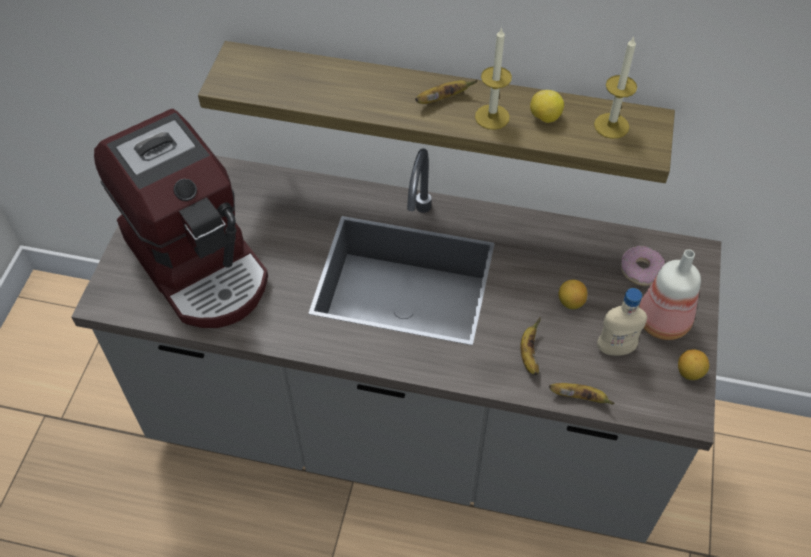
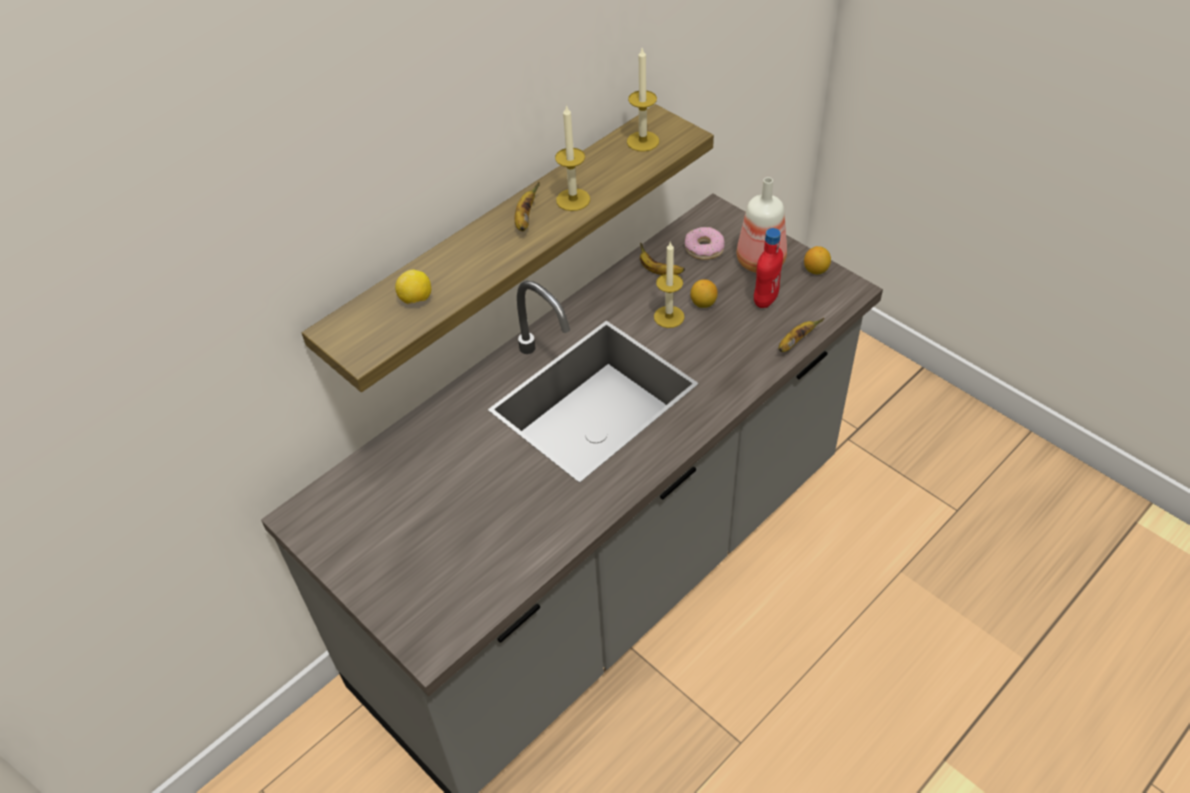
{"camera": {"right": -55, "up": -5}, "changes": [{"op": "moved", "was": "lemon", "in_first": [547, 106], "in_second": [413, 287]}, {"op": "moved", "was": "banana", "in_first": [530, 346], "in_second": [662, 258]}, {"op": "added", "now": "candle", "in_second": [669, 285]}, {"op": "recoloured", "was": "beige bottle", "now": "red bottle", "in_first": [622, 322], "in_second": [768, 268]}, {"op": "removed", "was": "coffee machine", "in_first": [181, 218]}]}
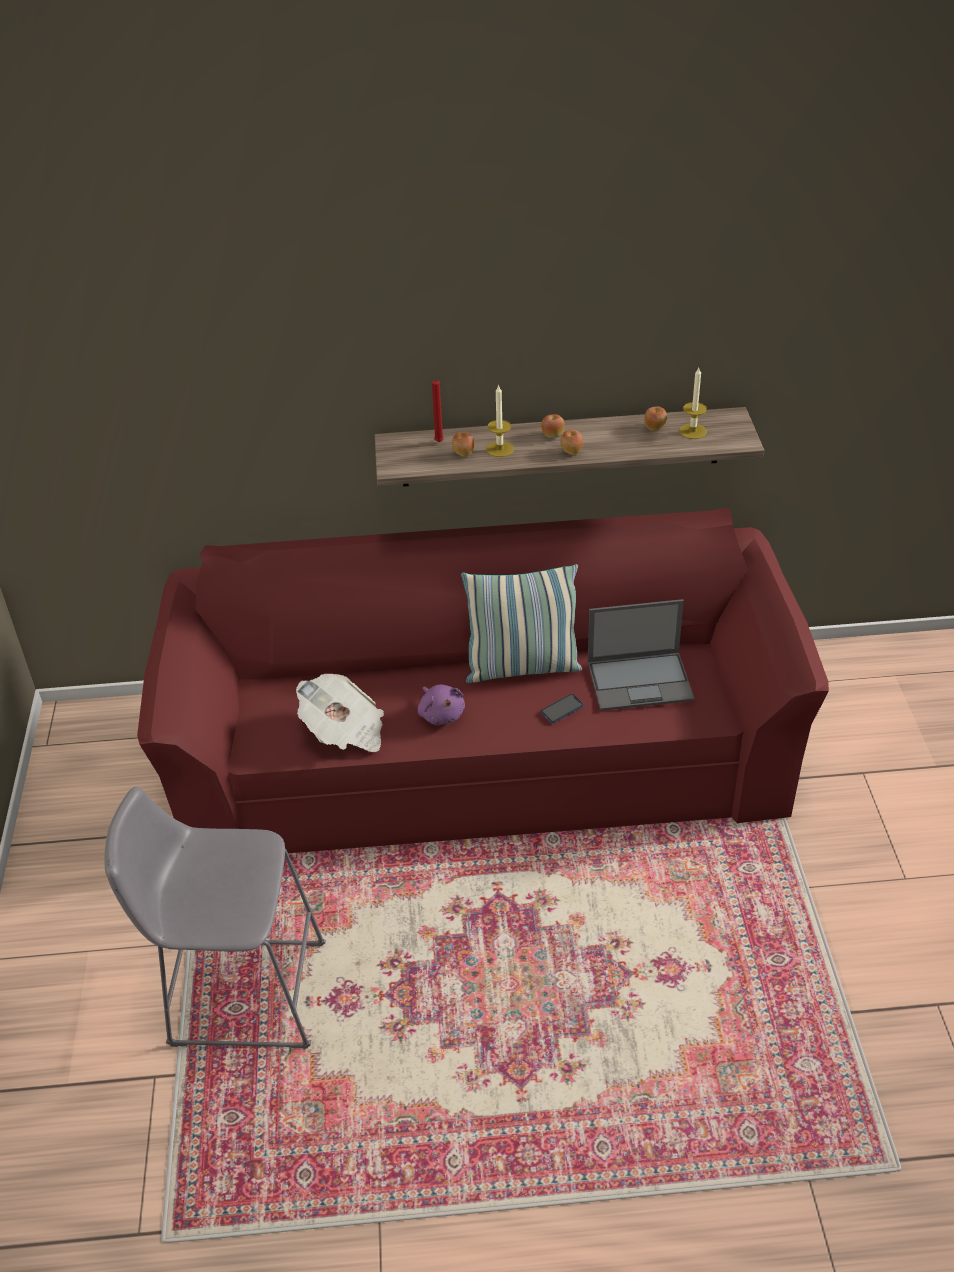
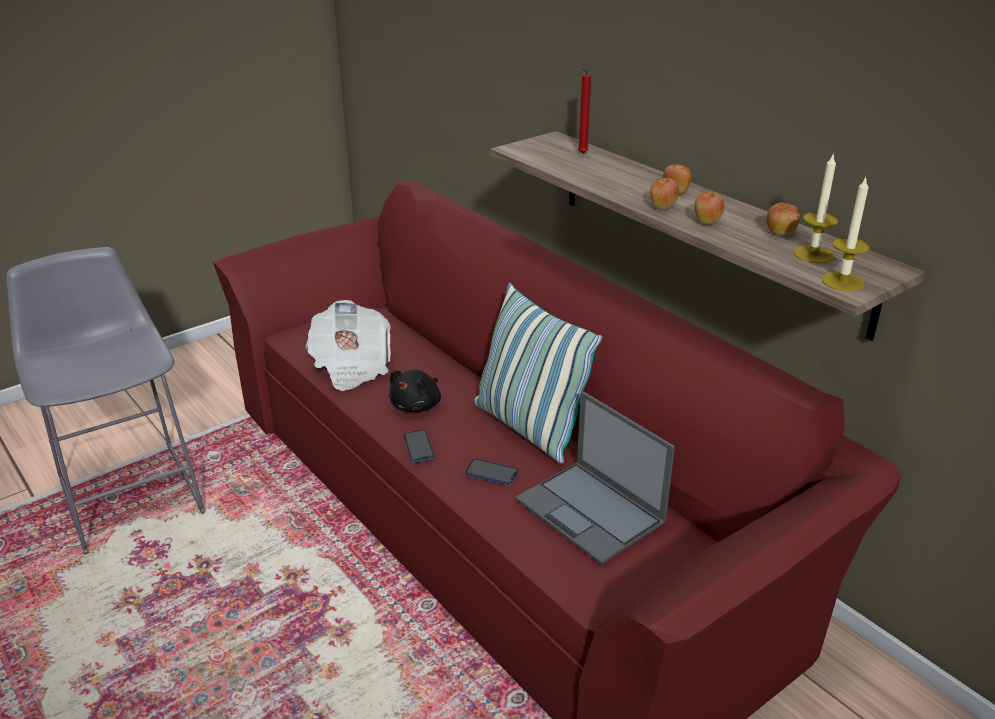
{"camera": {"right": 55, "up": -10}, "changes": [{"op": "recoloured", "was": "purple plush toy", "now": "black plush toy", "in_first": [441, 705], "in_second": [415, 391]}, {"op": "added", "now": "phone", "in_second": [419, 446]}, {"op": "moved", "was": "apple", "in_first": [463, 444], "in_second": [709, 208]}, {"op": "moved", "was": "candle", "in_first": [500, 420], "in_second": [846, 234]}]}
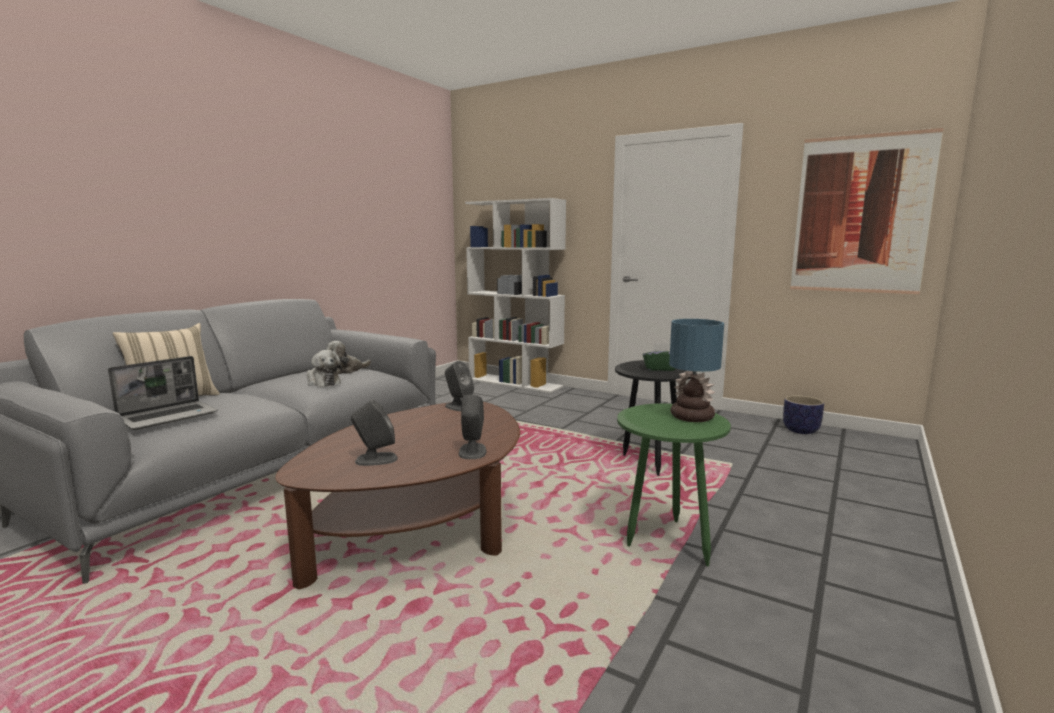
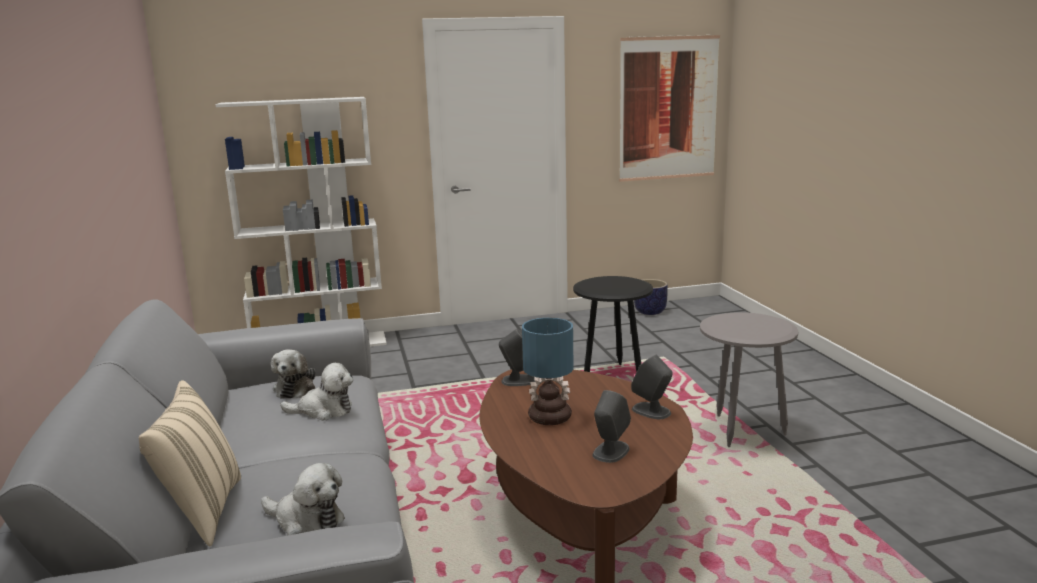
{"camera": {"right": -45, "up": 5}, "changes": [{"op": "replaced", "was": "laptop", "now": "plush toy", "in_first": [163, 393], "in_second": [303, 499]}, {"op": "moved", "was": "table lamp", "in_first": [696, 370], "in_second": [548, 371]}, {"op": "recoloured", "was": "green side table", "now": "grey side table", "in_first": [674, 484], "in_second": [749, 379]}, {"op": "removed", "was": "green tissue box", "in_first": [659, 357]}]}
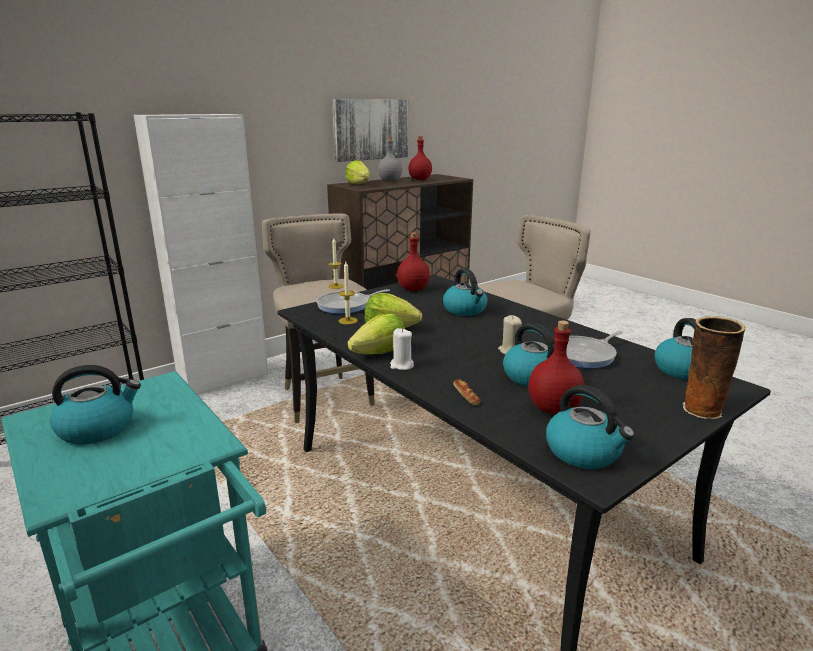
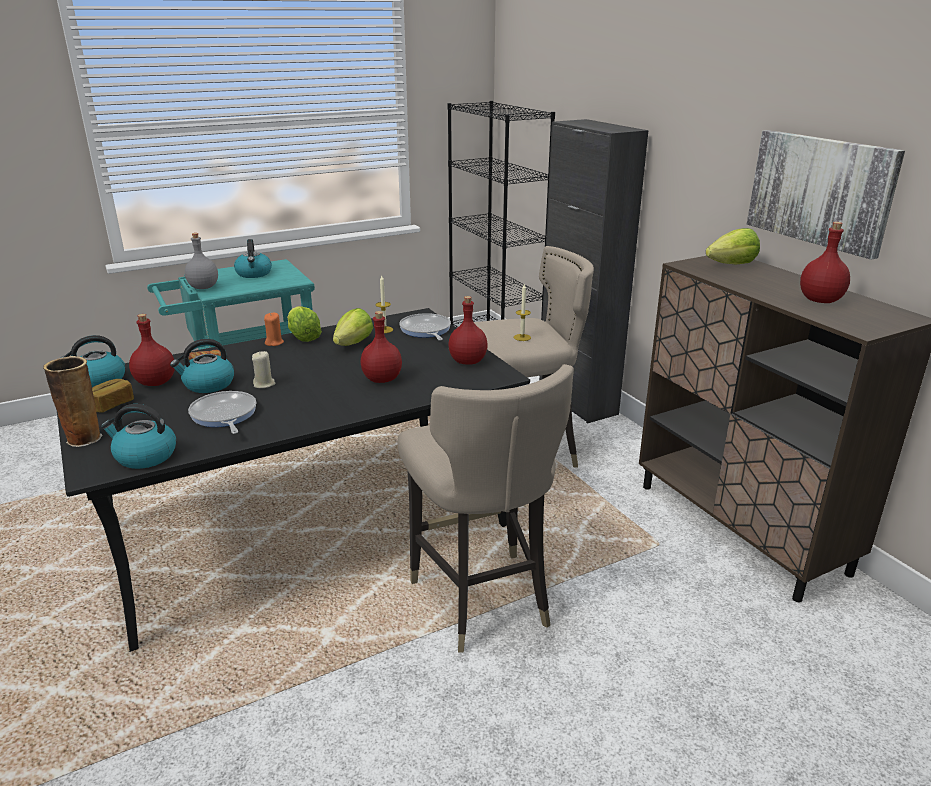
{"camera": {"right": 100, "up": 5}, "changes": [{"op": "added", "now": "bread", "in_second": [113, 396]}, {"op": "moved", "was": "grey bottle", "in_first": [390, 159], "in_second": [201, 261]}, {"op": "recoloured", "was": "white candle", "now": "orange candle", "in_first": [402, 349], "in_second": [274, 329]}, {"op": "replaced", "was": "kettle", "now": "red bottle", "in_first": [465, 292], "in_second": [381, 347]}, {"op": "recoloured", "was": "white cabinet", "now": "black cabinet", "in_first": [201, 254], "in_second": [593, 271]}]}
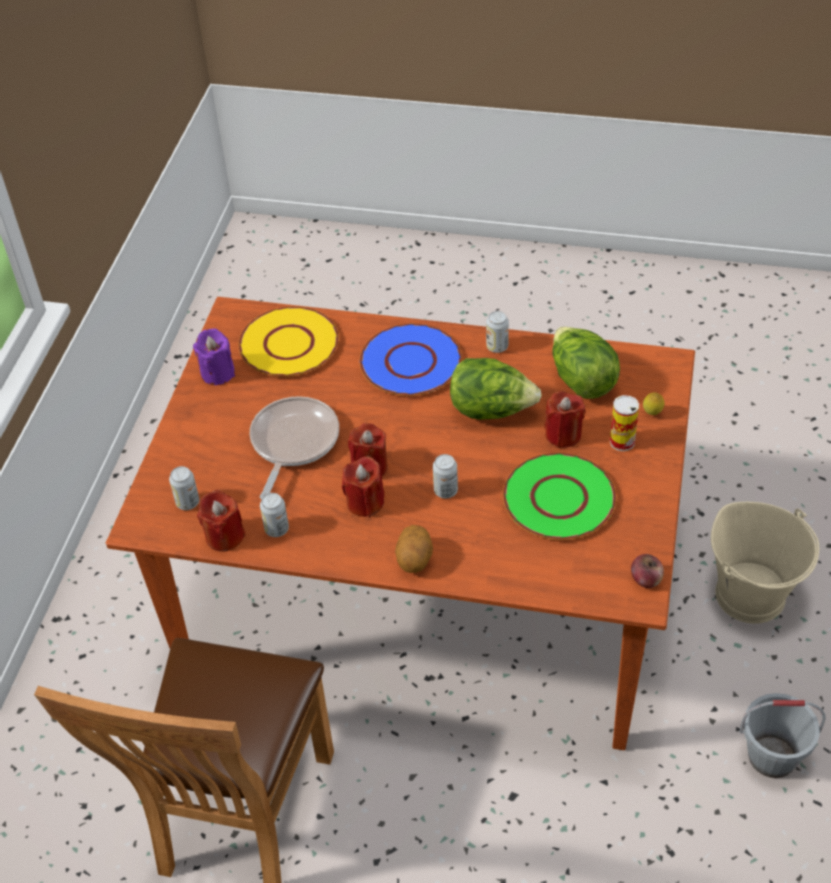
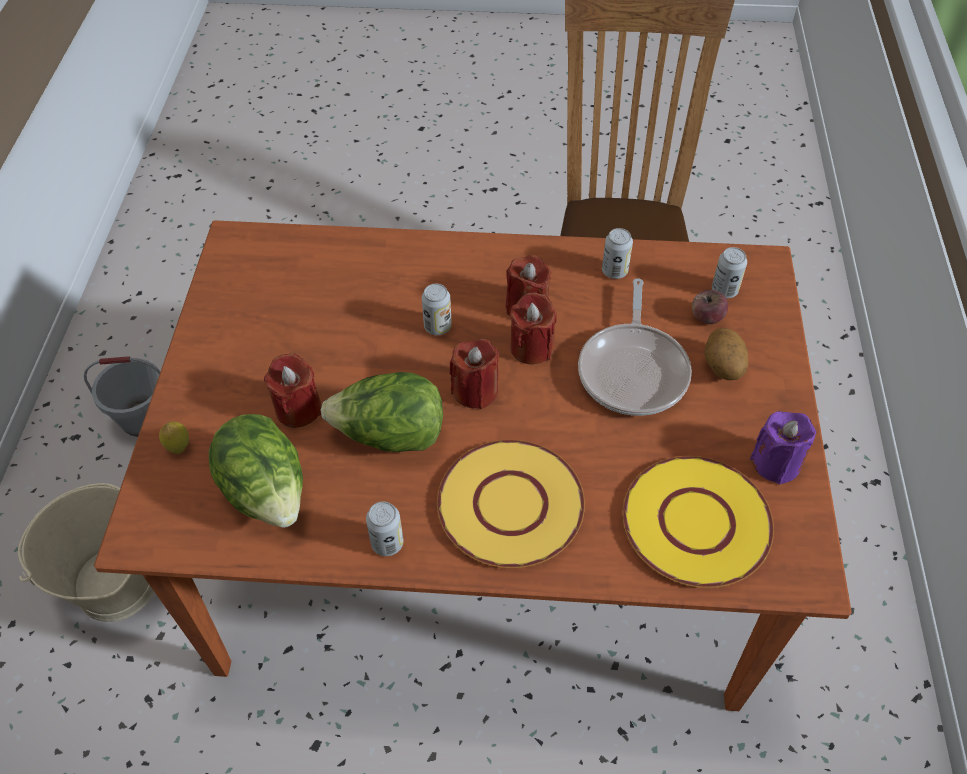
{"camera": {"right": 170, "up": 5}, "changes": [{"op": "recoloured", "was": "blue plate", "now": "yellow plate", "in_first": [411, 360], "in_second": [511, 504]}, {"op": "moved", "was": "red candle", "in_first": [221, 521], "in_second": [474, 374]}, {"op": "moved", "was": "apple", "in_first": [647, 571], "in_second": [710, 307]}, {"op": "moved", "was": "potato", "in_first": [414, 549], "in_second": [726, 354]}, {"op": "removed", "was": "green plate", "in_first": [559, 496]}, {"op": "removed", "was": "can", "in_first": [624, 423]}]}
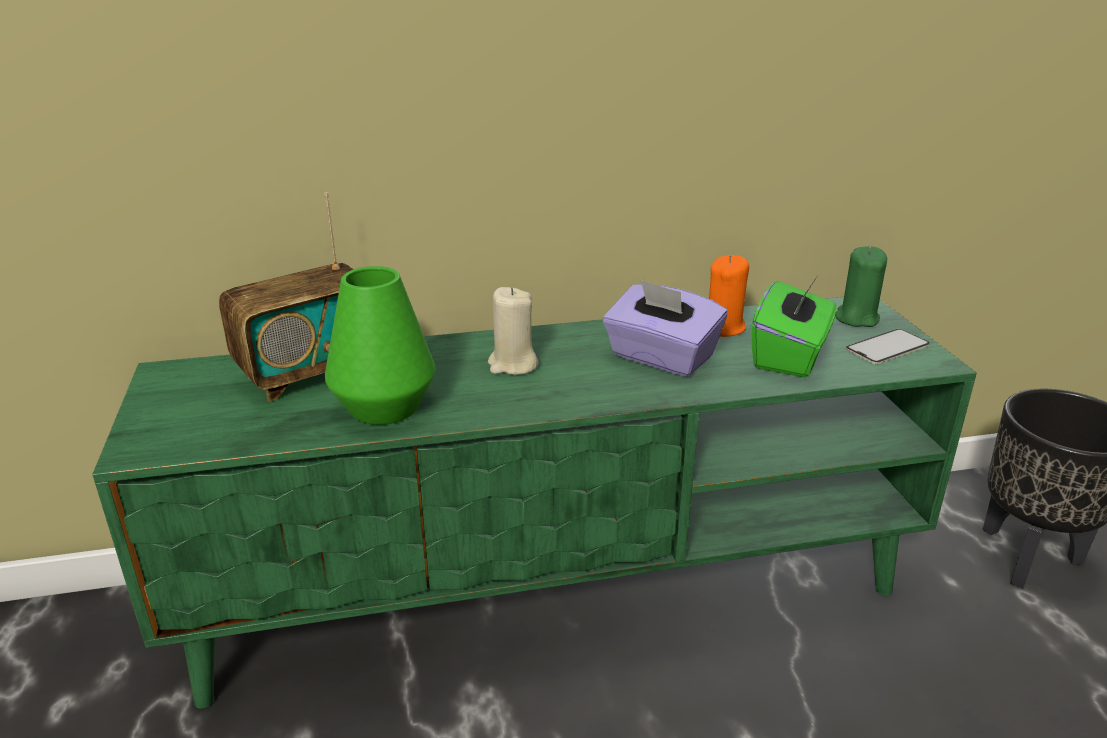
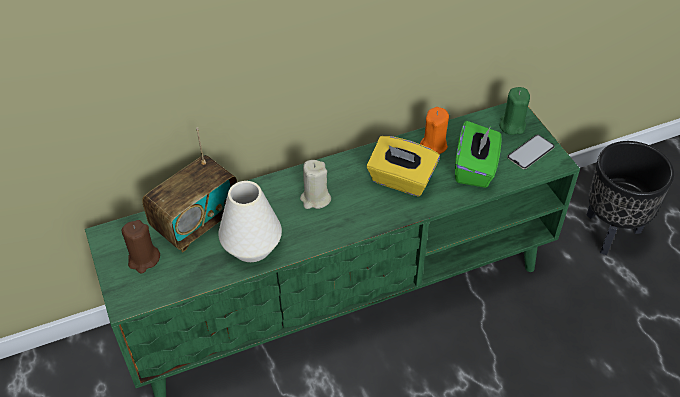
{"camera": {"right": -10, "up": 20}, "changes": [{"op": "added", "now": "brown candle", "in_second": [140, 247]}, {"op": "recoloured", "was": "green vase", "now": "white vase", "in_first": [380, 345], "in_second": [250, 221]}, {"op": "recoloured", "was": "purple tissue box", "now": "yellow tissue box", "in_first": [665, 328], "in_second": [403, 166]}]}
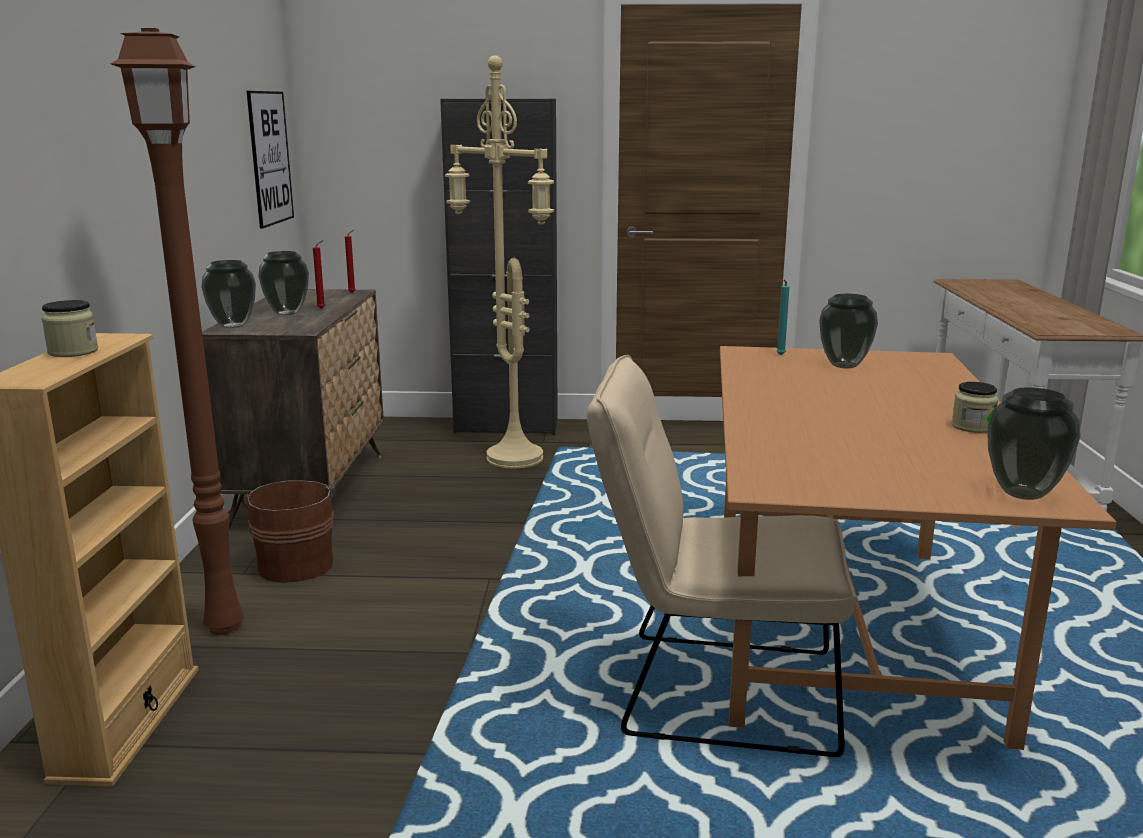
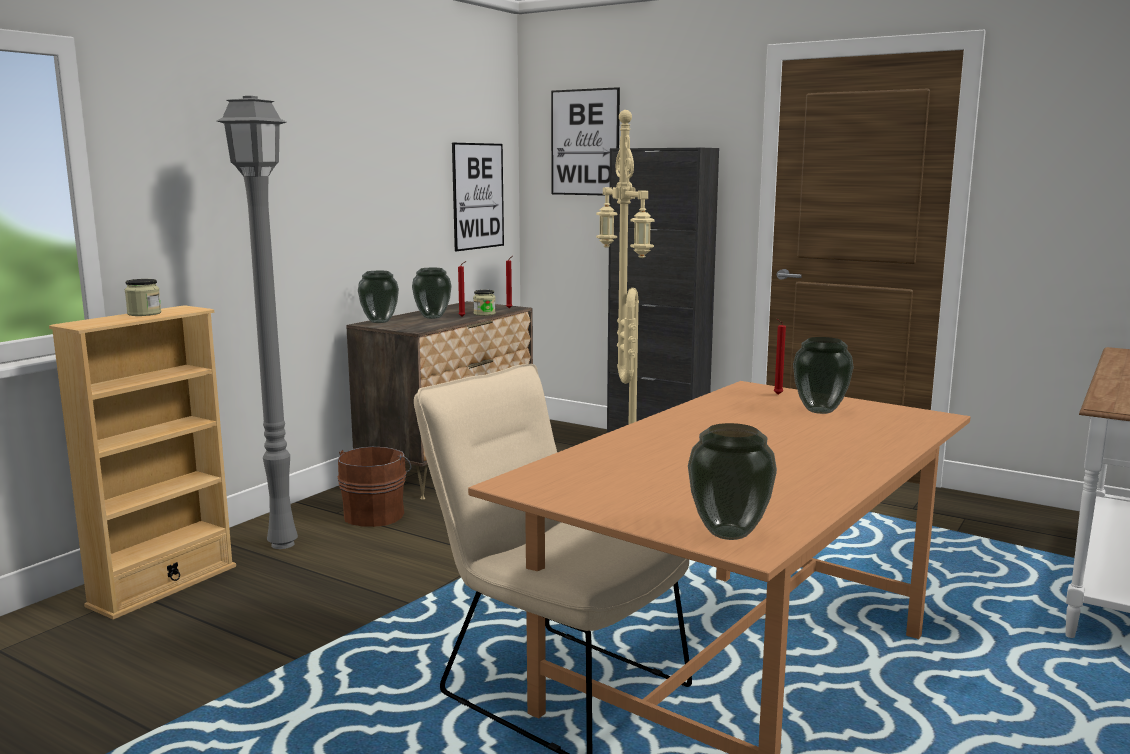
{"camera": {"right": 30, "up": -5}, "changes": [{"op": "recoloured", "was": "brown floor lamp", "now": "grey floor lamp", "in_first": [177, 331], "in_second": [257, 322]}, {"op": "moved", "was": "jar", "in_first": [975, 407], "in_second": [484, 303]}, {"op": "added", "now": "picture", "in_second": [585, 141]}, {"op": "recoloured", "was": "turquoise candle", "now": "red candle", "in_first": [782, 317], "in_second": [780, 357]}]}
